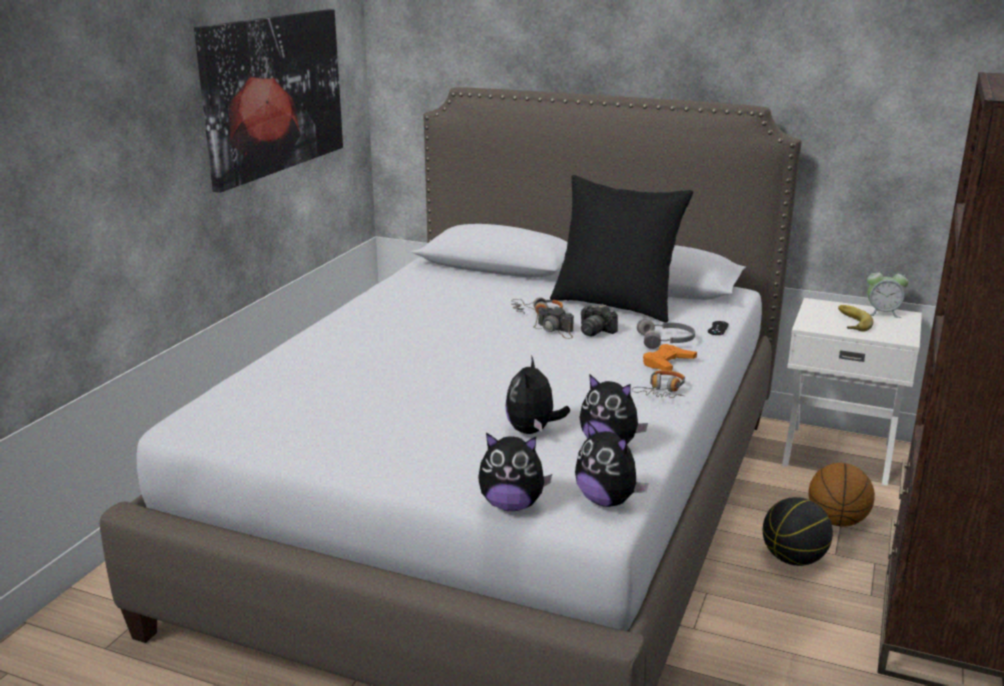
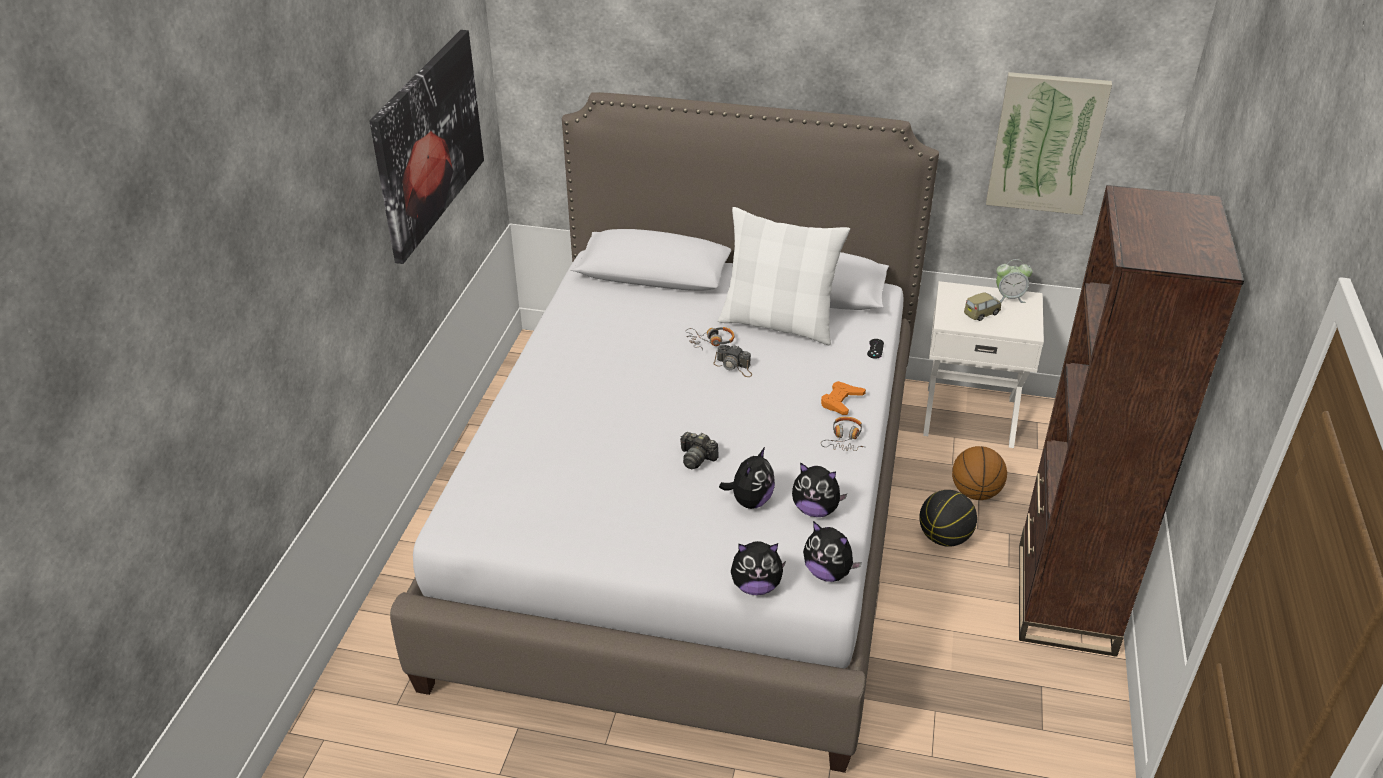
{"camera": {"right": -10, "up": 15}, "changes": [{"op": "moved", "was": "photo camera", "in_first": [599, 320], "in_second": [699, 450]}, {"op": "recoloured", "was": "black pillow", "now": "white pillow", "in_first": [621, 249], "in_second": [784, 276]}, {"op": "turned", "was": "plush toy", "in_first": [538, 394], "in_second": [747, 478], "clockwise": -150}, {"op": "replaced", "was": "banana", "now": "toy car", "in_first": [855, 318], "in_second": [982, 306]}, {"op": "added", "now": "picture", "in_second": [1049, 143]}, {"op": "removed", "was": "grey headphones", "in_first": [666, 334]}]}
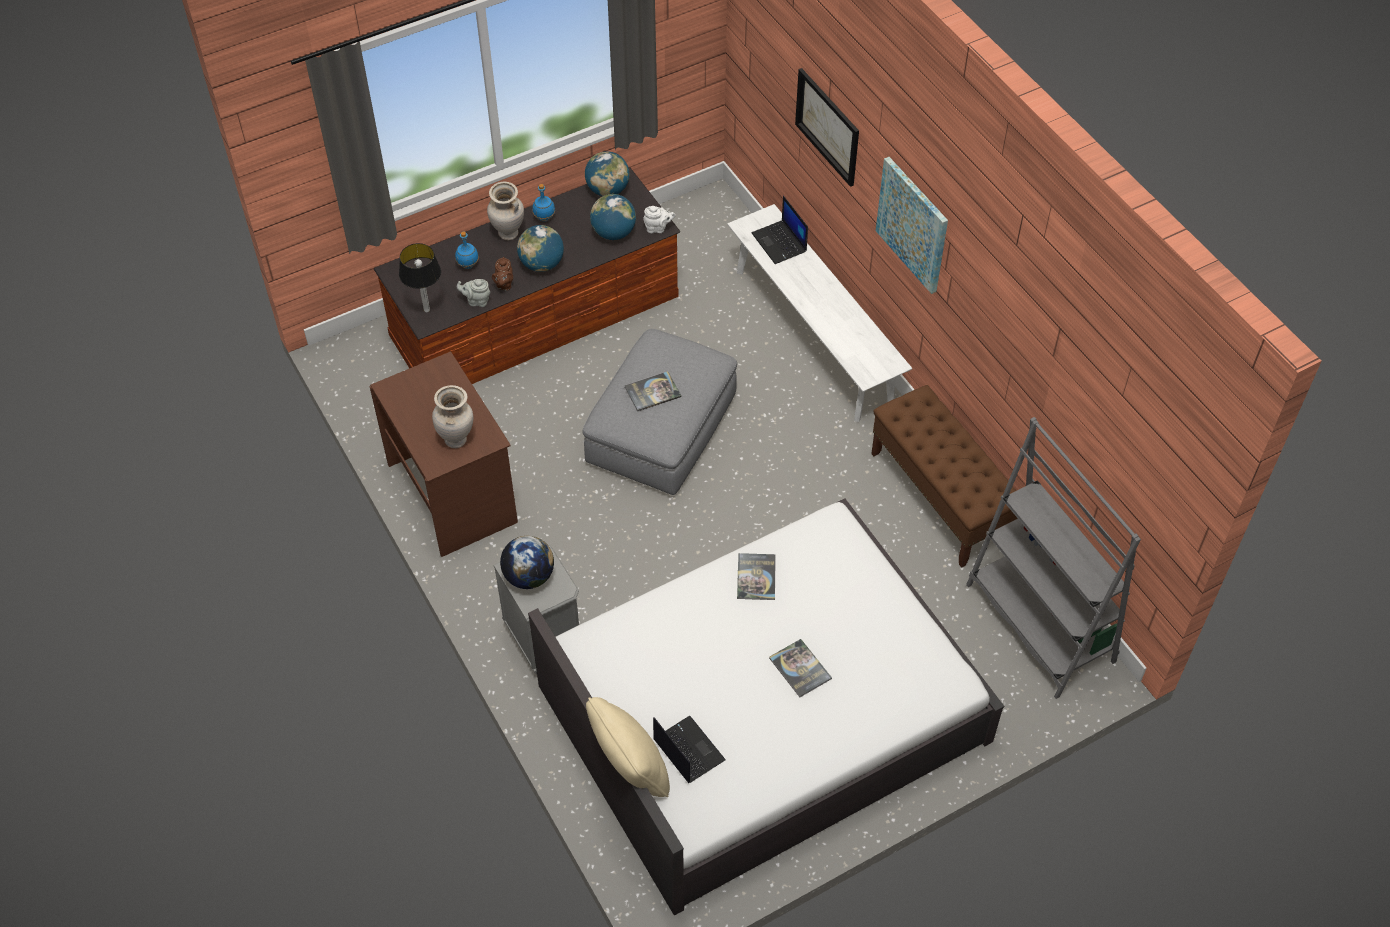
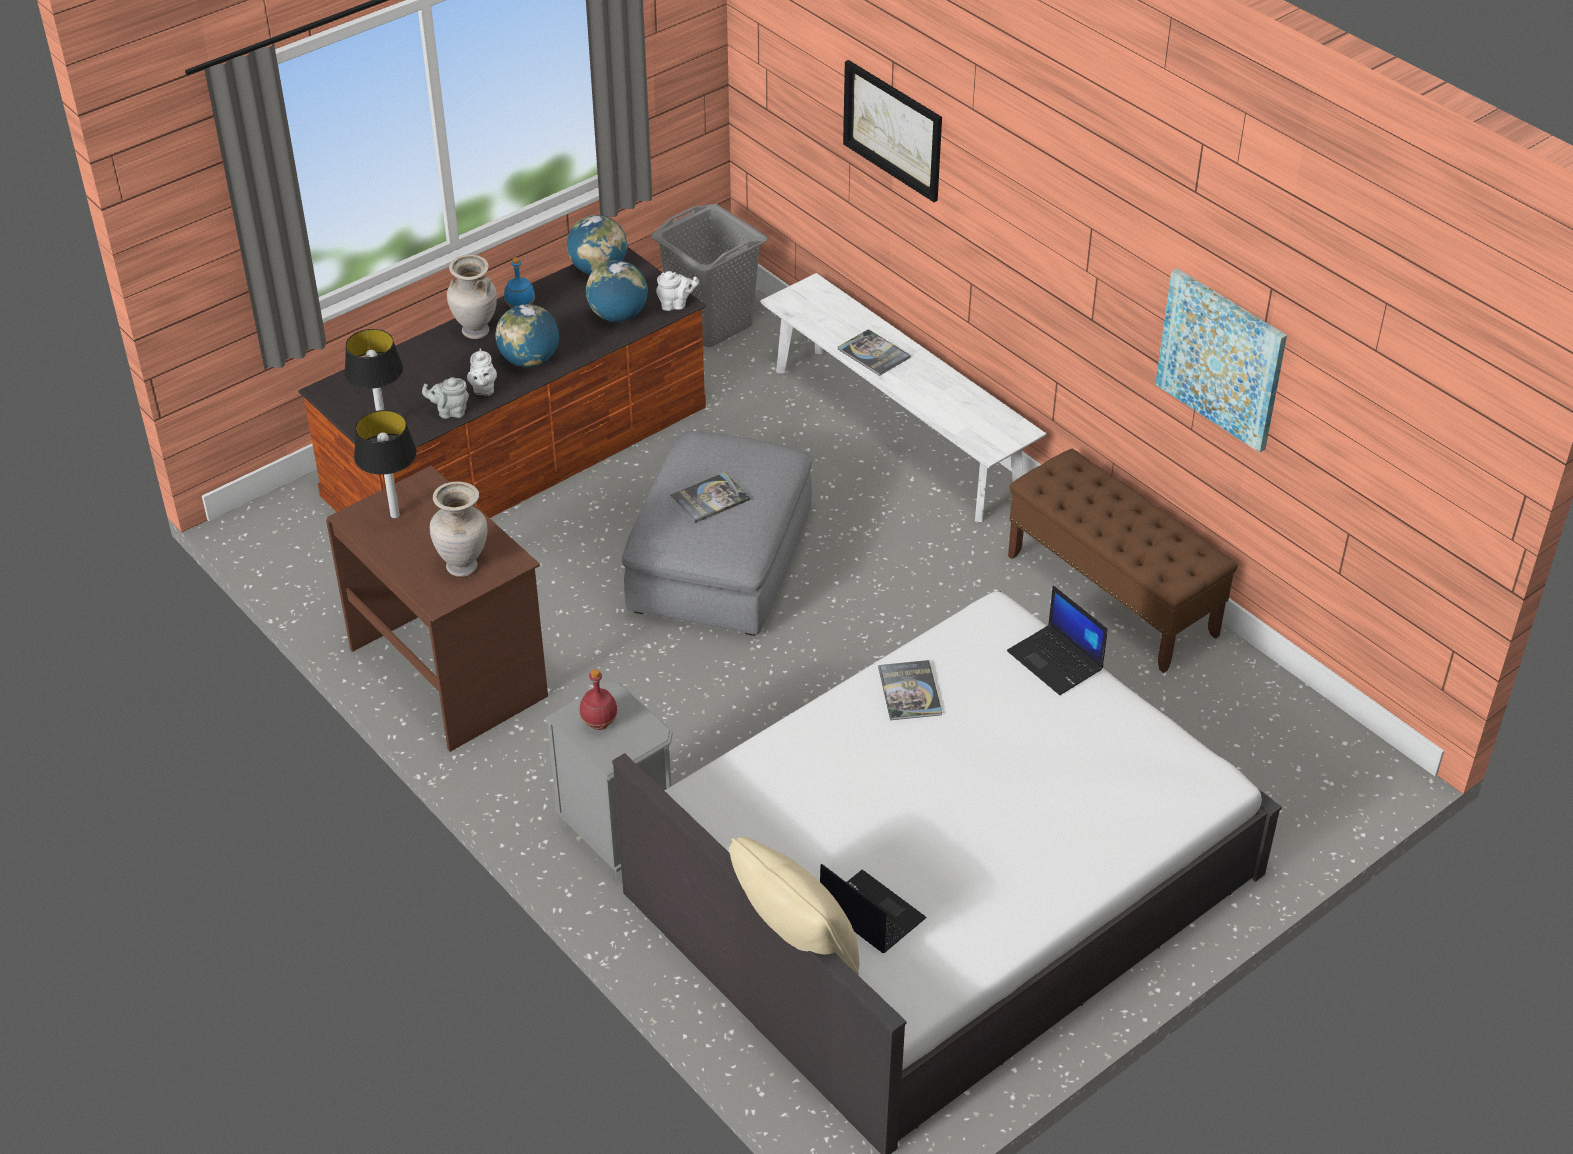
{"camera": {"right": -10, "up": -10}, "changes": [{"op": "added", "now": "table lamp", "in_second": [385, 464]}, {"op": "recoloured", "was": "brown teapot", "now": "white teapot", "in_first": [502, 274], "in_second": [482, 372]}, {"op": "replaced", "was": "globe", "now": "red bottle", "in_first": [527, 562], "in_second": [599, 699]}, {"op": "added", "now": "grey laundry basket", "in_second": [709, 275]}, {"op": "moved", "was": "book", "in_first": [800, 668], "in_second": [874, 352]}, {"op": "moved", "was": "laptop", "in_first": [780, 230], "in_second": [1057, 640]}, {"op": "moved", "was": "picture", "in_first": [912, 225], "in_second": [1221, 361]}, {"op": "removed", "was": "blue bottle", "in_first": [467, 250]}, {"op": "removed", "was": "grey bookcase", "in_first": [1053, 558]}]}
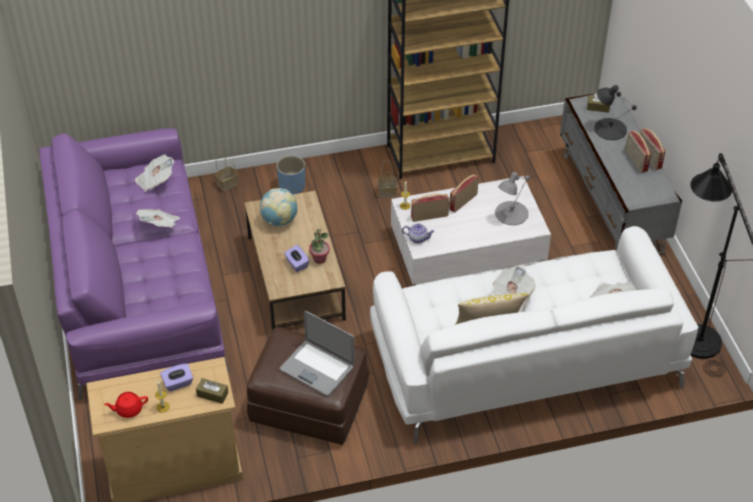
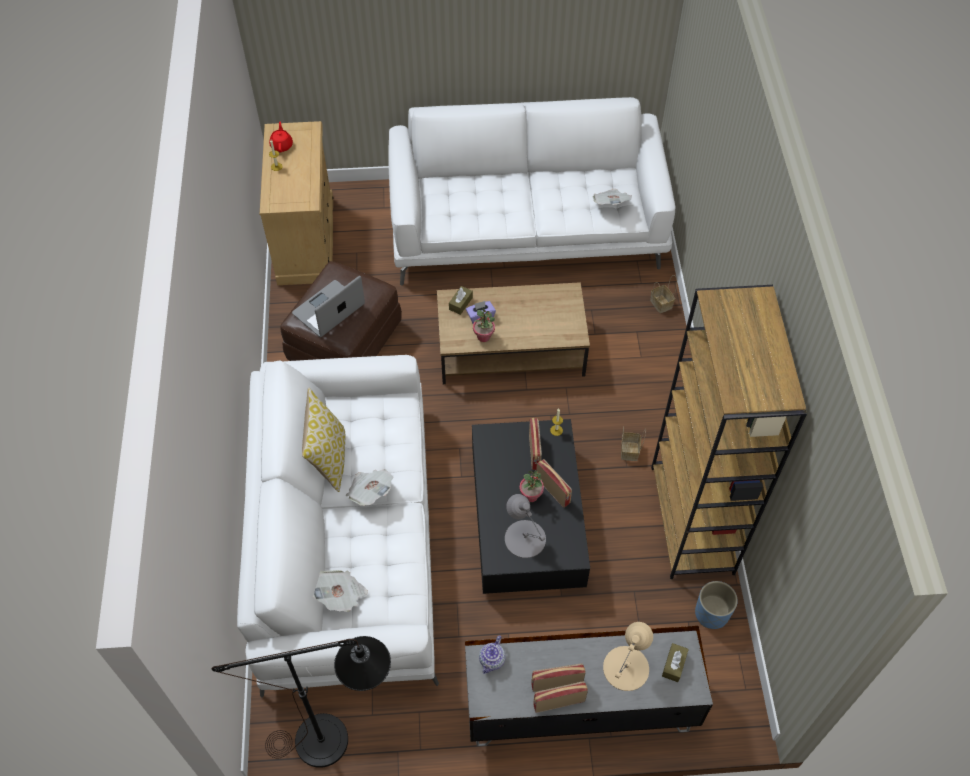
{"camera": {"right": 100, "up": 10}, "changes": [{"op": "recoloured", "was": "purple sofa", "now": "white sofa", "in_first": [134, 264], "in_second": [532, 191]}, {"op": "moved", "was": "brown tissue box", "in_first": [212, 391], "in_second": [461, 300]}, {"op": "recoloured", "was": "white coffee table", "now": "black coffee table", "in_first": [471, 230], "in_second": [531, 506]}, {"op": "moved", "was": "teapot", "in_first": [418, 233], "in_second": [492, 654]}, {"op": "added", "now": "potted plant", "in_second": [531, 486]}, {"op": "recoloured", "was": "black table lamp", "now": "beige table lamp", "in_first": [615, 112], "in_second": [628, 656]}, {"op": "moved", "was": "blue planter", "in_first": [290, 174], "in_second": [716, 605]}, {"op": "removed", "was": "newspaper", "in_first": [158, 218]}, {"op": "removed", "was": "purple tissue box", "in_first": [176, 377]}, {"op": "removed", "was": "globe", "in_first": [278, 207]}]}
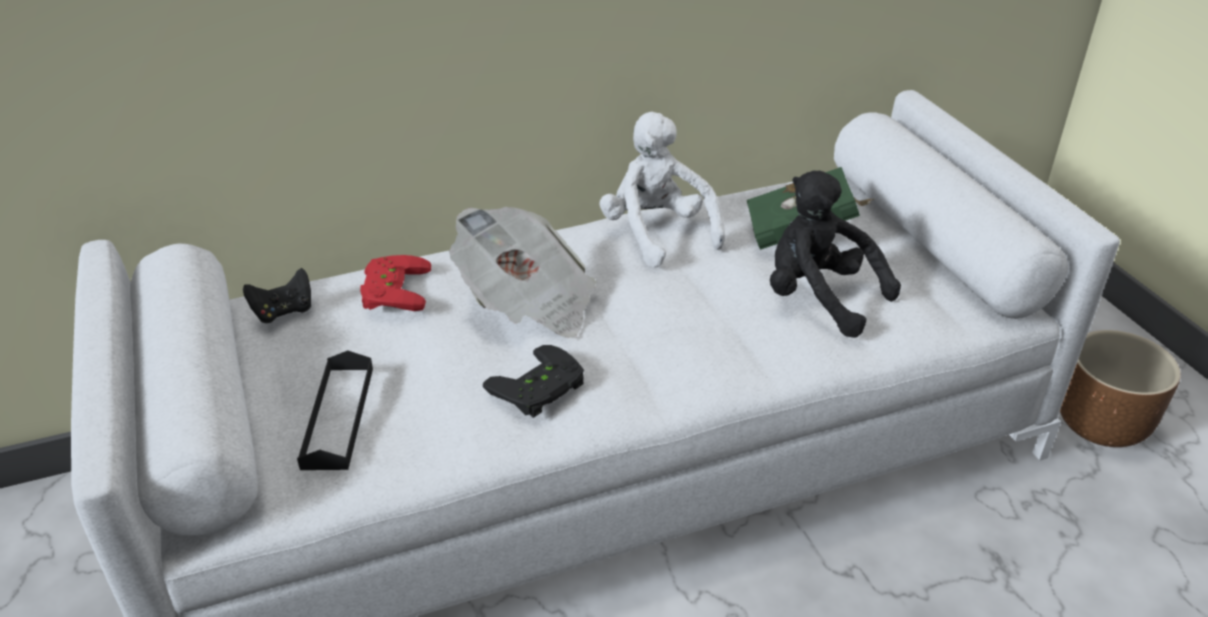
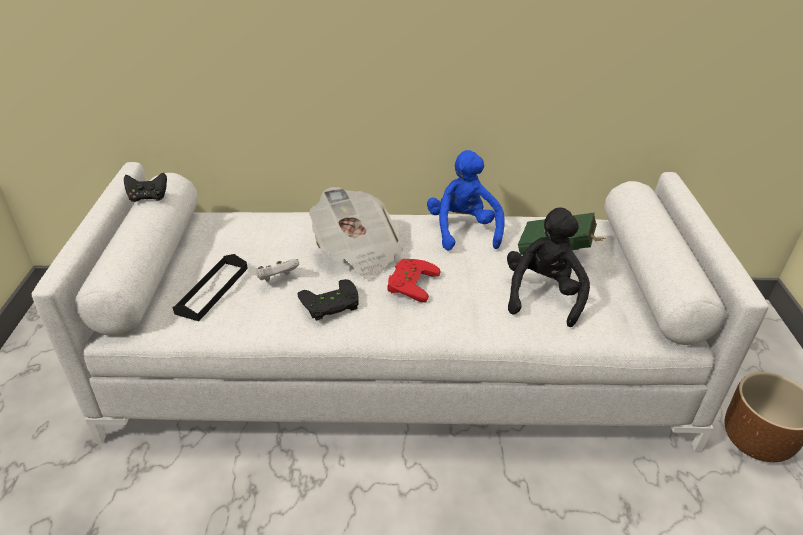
{"camera": {"right": 20, "up": 0}, "changes": [{"op": "moved", "was": "black game controller", "in_first": [277, 295], "in_second": [145, 187]}, {"op": "added", "now": "white game controller", "in_second": [278, 270]}, {"op": "moved", "was": "red game controller", "in_first": [395, 283], "in_second": [414, 280]}, {"op": "recoloured", "was": "white plush toy", "now": "blue plush toy", "in_first": [662, 190], "in_second": [466, 200]}, {"op": "turned", "was": "black plush toy", "in_first": [835, 254], "in_second": [548, 267], "clockwise": 45}]}
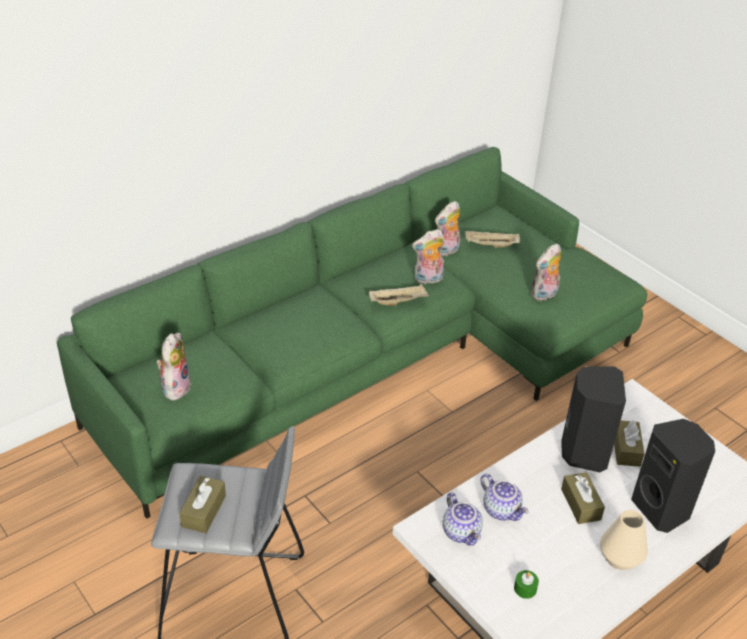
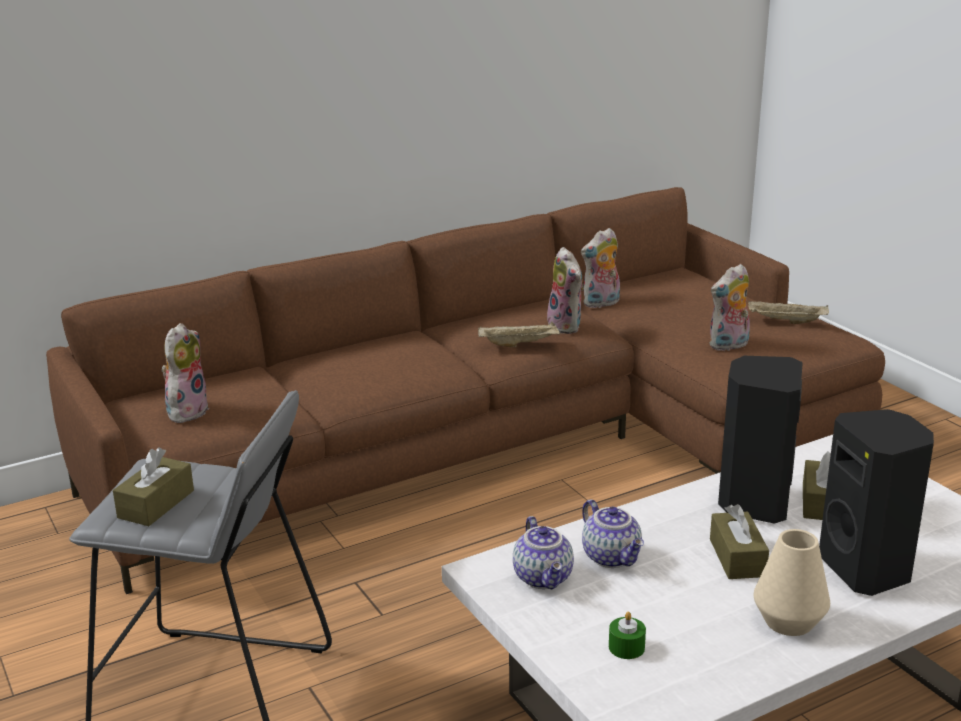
{"camera": {"right": 10, "up": -15}, "changes": [{"op": "recoloured", "was": "green sofa", "now": "brown sofa", "in_first": [352, 333], "in_second": [465, 390]}, {"op": "turned", "was": "plush toy", "in_first": [428, 257], "in_second": [565, 290], "clockwise": -105}, {"op": "moved", "was": "beige tray", "in_first": [492, 239], "in_second": [788, 312]}]}
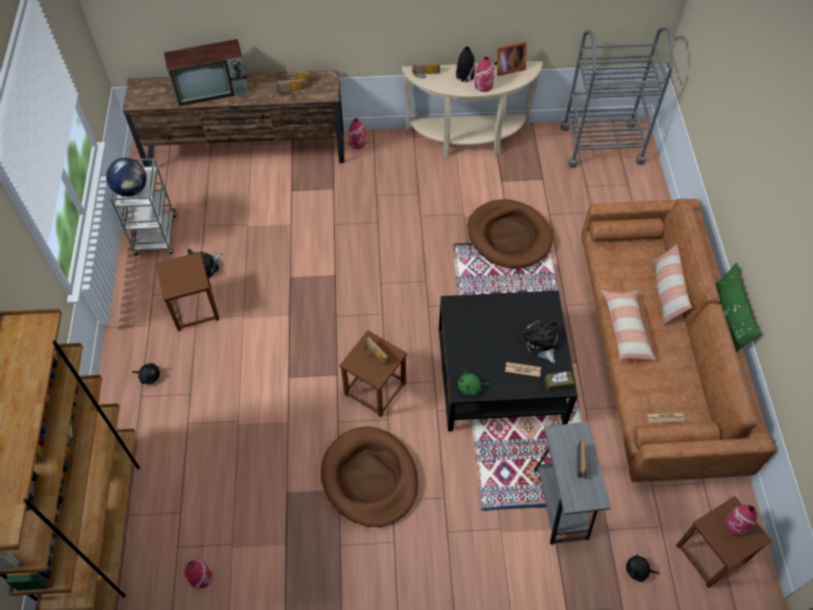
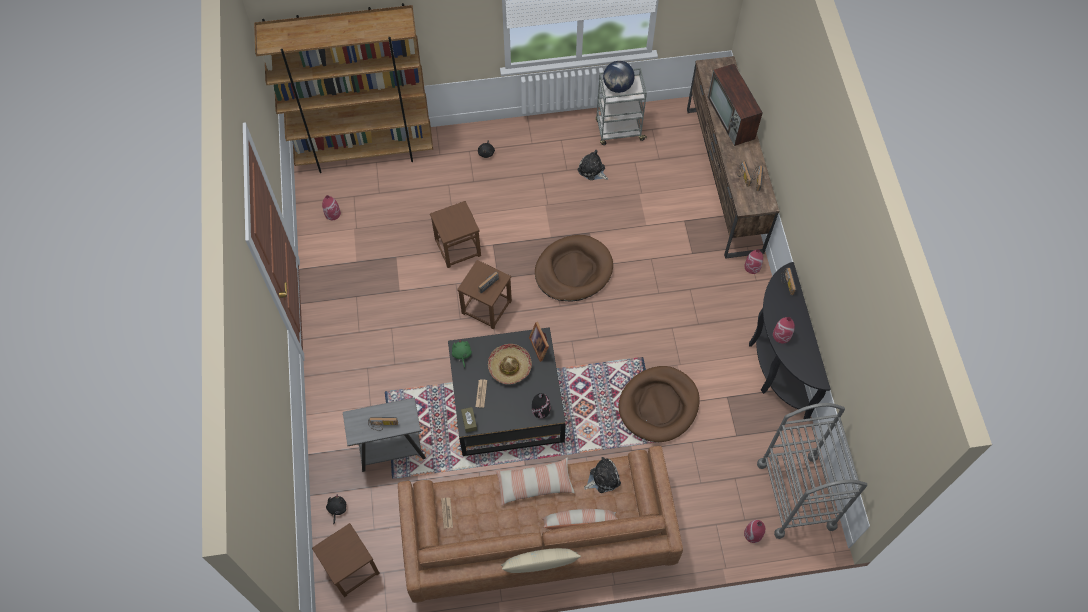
{"camera": {"right": 85, "up": 5}, "changes": [{"op": "moved", "was": "brown stool", "in_first": [188, 291], "in_second": [455, 234]}, {"op": "added", "now": "hat", "in_second": [510, 364]}, {"op": "recoloured", "was": "green pillow", "now": "beige pillow", "in_first": [738, 308], "in_second": [541, 560]}, {"op": "moved", "was": "picture frame", "in_first": [510, 59], "in_second": [539, 342]}, {"op": "moved", "was": "black vase", "in_first": [465, 64], "in_second": [541, 405]}, {"op": "moved", "was": "brown dog bed", "in_first": [369, 477], "in_second": [574, 268]}, {"op": "moved", "was": "plush toy", "in_first": [541, 341], "in_second": [602, 475]}, {"op": "moved", "was": "red vase", "in_first": [741, 521], "in_second": [754, 531]}, {"op": "recoloured", "was": "beige console table", "now": "black console table", "in_first": [472, 109], "in_second": [790, 340]}]}
